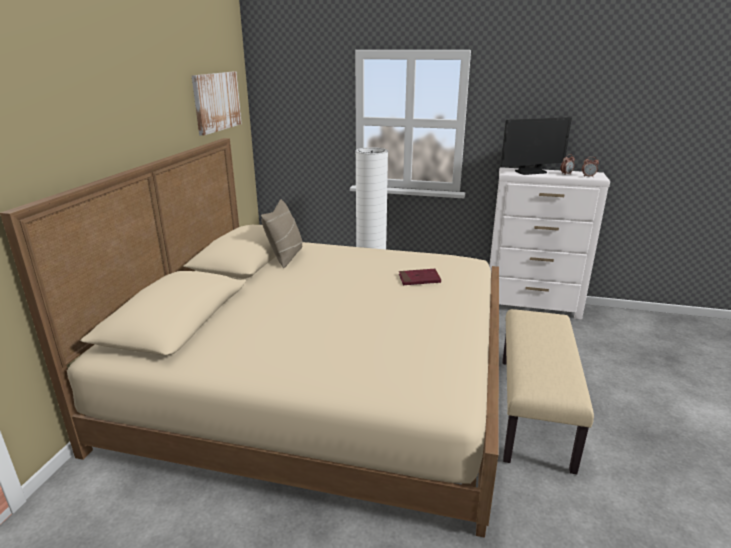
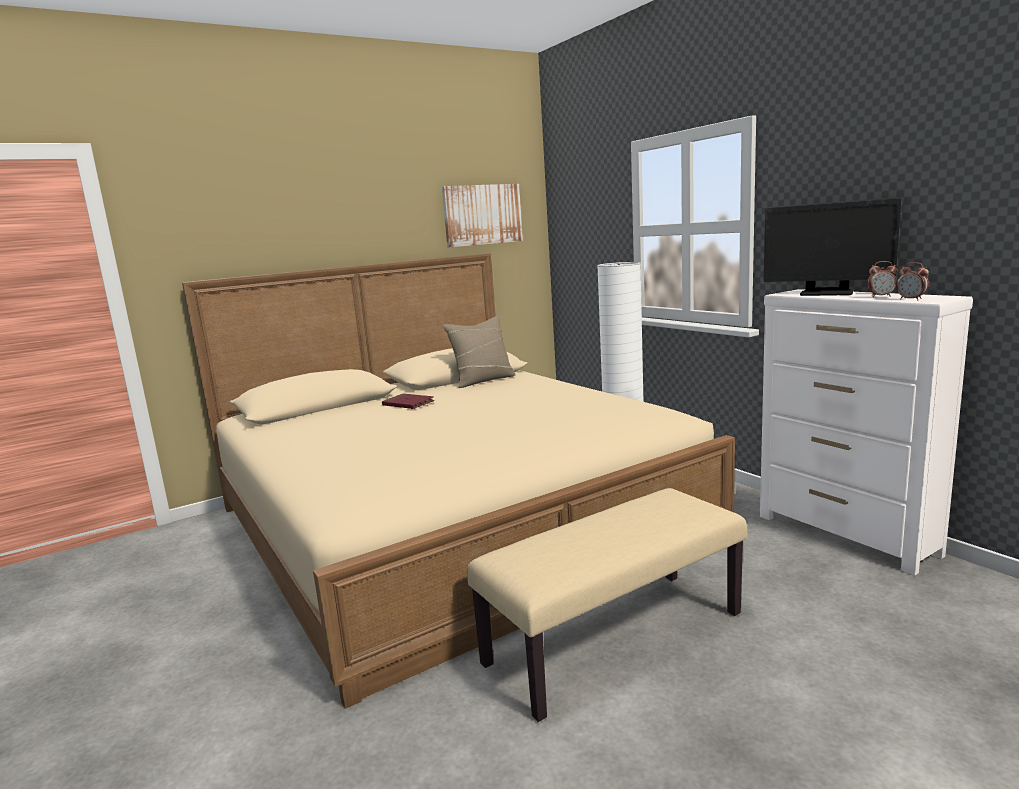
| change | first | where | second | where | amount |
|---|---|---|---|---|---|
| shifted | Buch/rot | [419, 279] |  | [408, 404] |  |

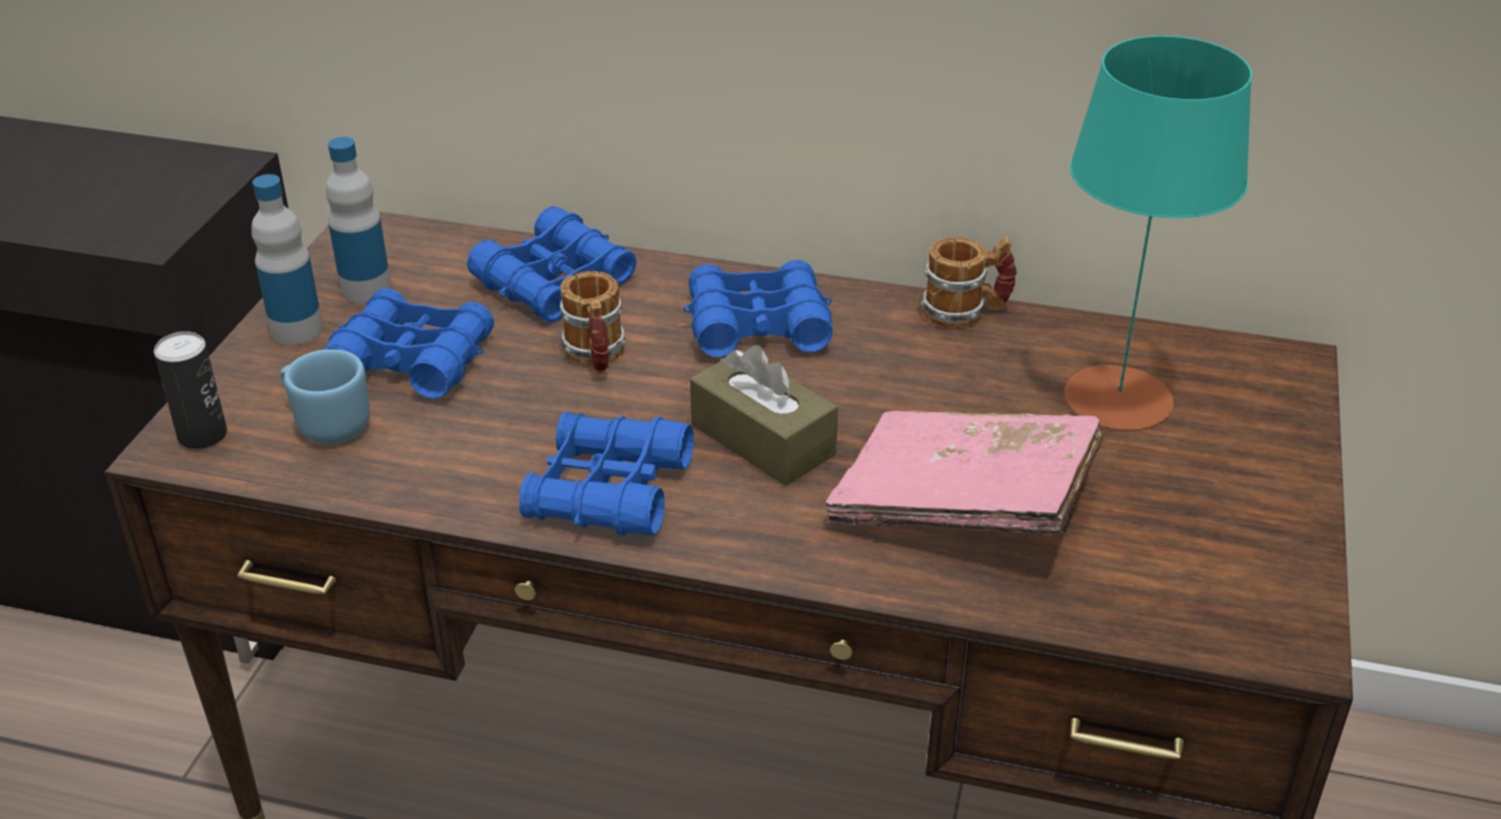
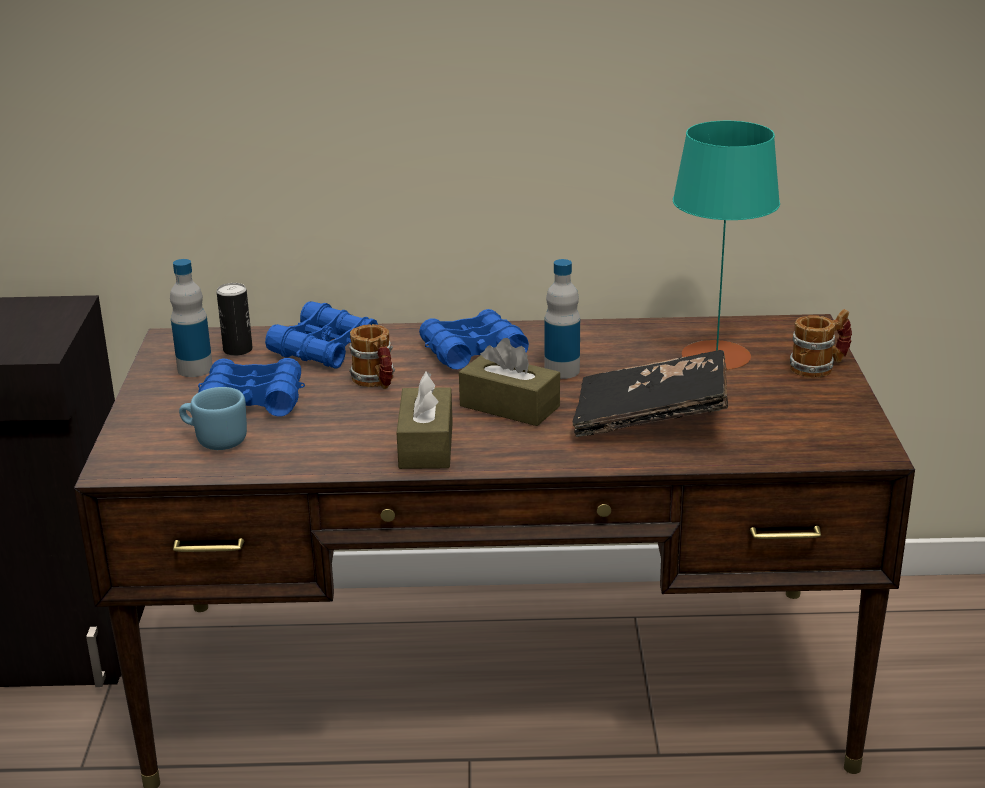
| change | first | where | second | where | amount |
|---|---|---|---|---|---|
| shifted | Dose | [202, 435] |  | [238, 350] |  |
| shifted | Flasche | [297, 330] |  | [562, 370] |  |
| shifted | Henkelbecher | [966, 312] |  | [819, 367] |  |
| swapped | Fernglas/blau | [608, 491] | Taschentuchbox/braun | [426, 445] |  |
| repainted | Buch/rosa | [964, 505] | Buch/schwarz | [651, 419] |  |

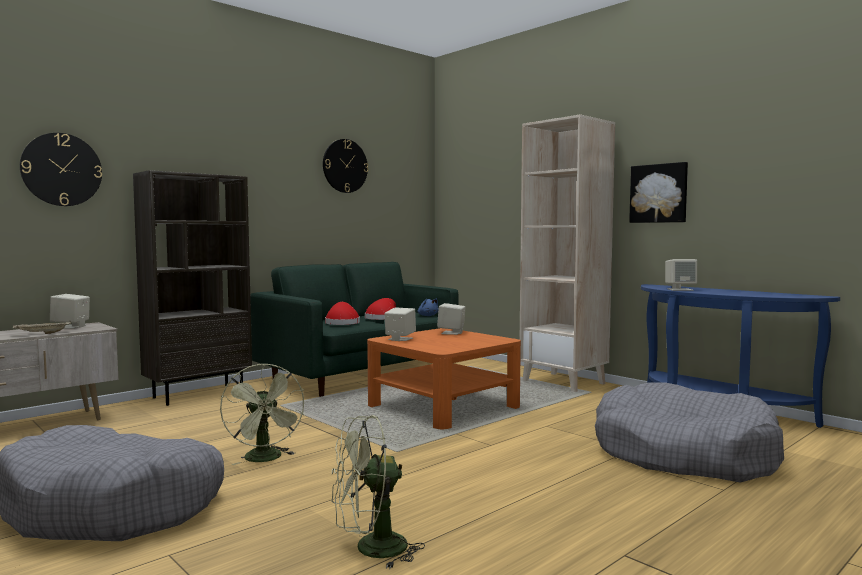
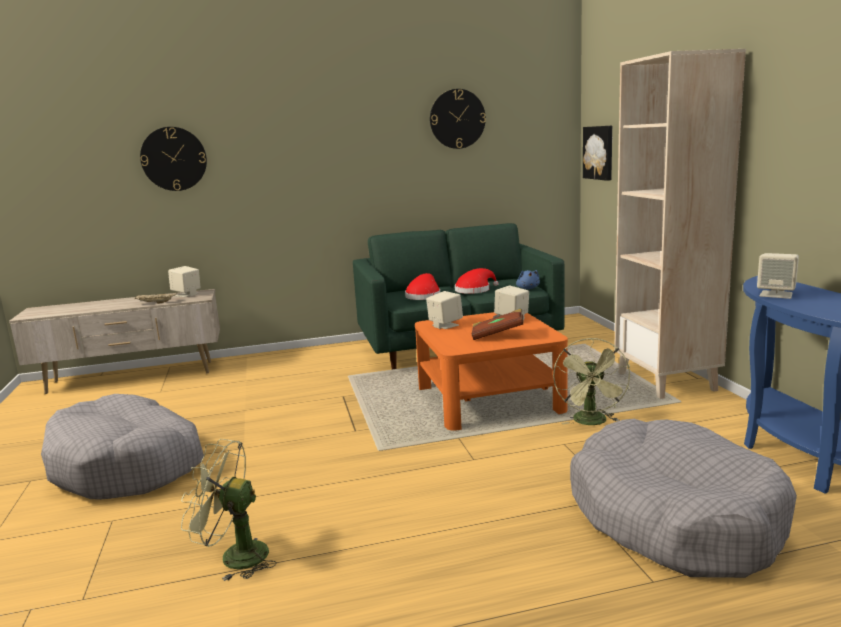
| change | first | where | second | where | amount |
|---|---|---|---|---|---|
| gone | Bücherregal/braun | [199, 394] |  |  |  |
| new |  |  | Buch/braun | [497, 335] |  |
| shifted | Ventilator/grün | [266, 459] |  | [592, 422] |  |
| shifted | Bild | [659, 193] |  | [599, 152] |  |

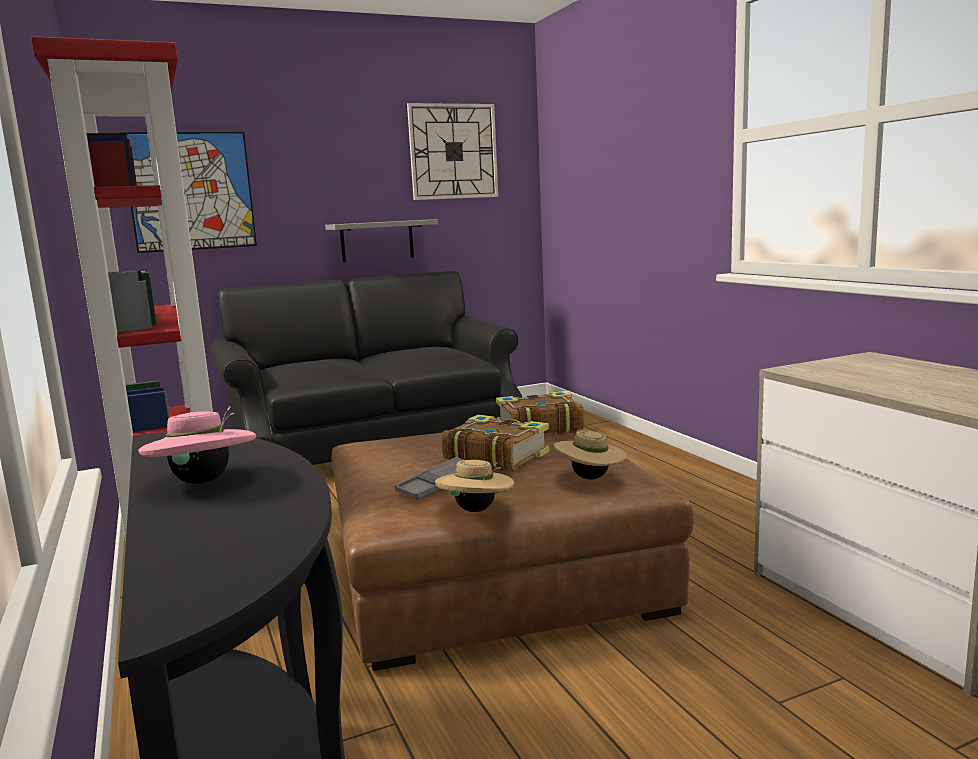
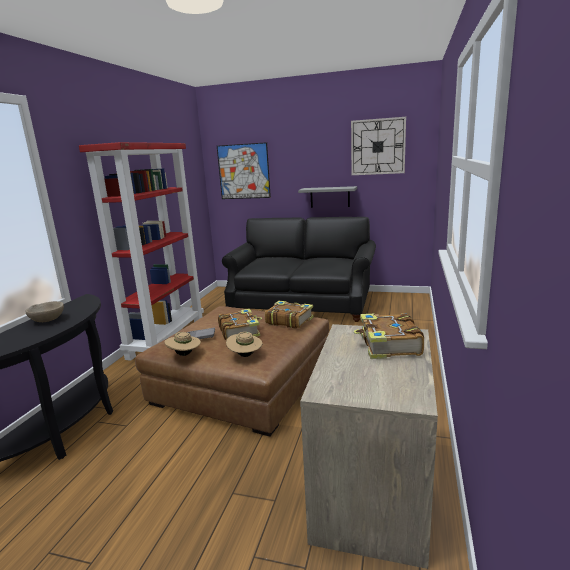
| change | first | where | second | where | amount |
|---|---|---|---|---|---|
| new |  |  | Buch | [388, 345] |  |
| swapped | Hut/rosa | [204, 481] | Schüssel/beige | [48, 320] |  |

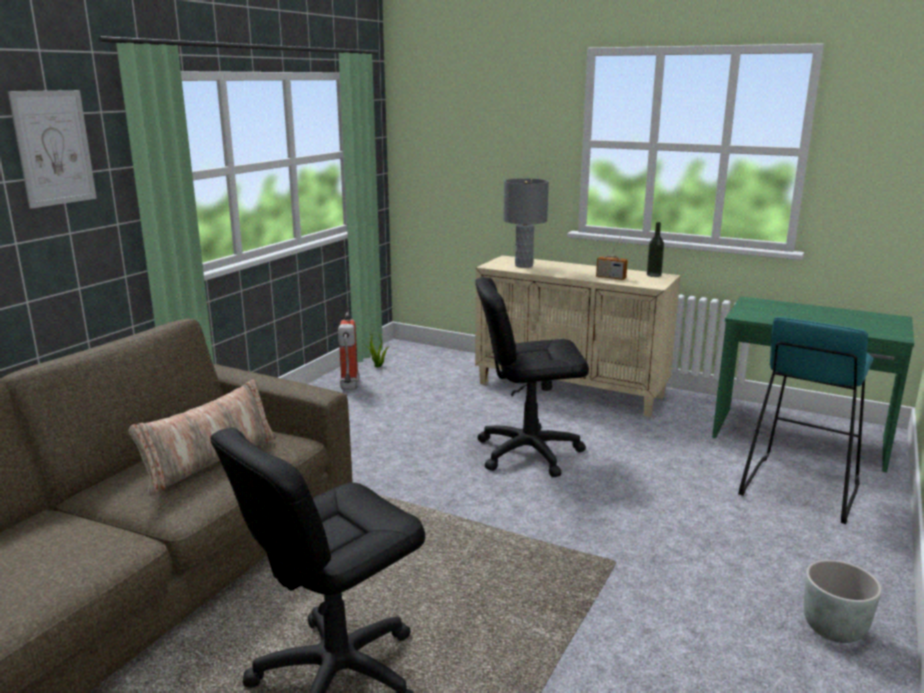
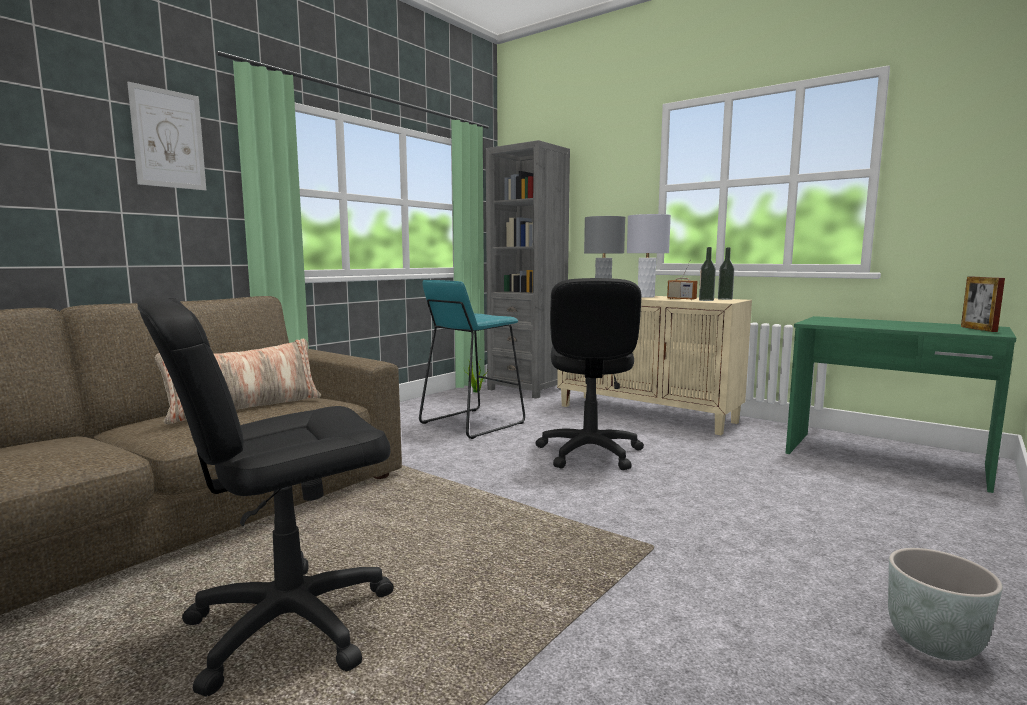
| change | first | where | second | where | amount |
|---|---|---|---|---|---|
| gone | Feuerlöscher | [349, 388] |  |  |  |
| new |  |  | Bücherregal/grau | [527, 389] |  |
| new |  |  | Tischlampe/grau | [645, 297] |  |
| new |  |  | Flasche | [706, 300] |  |
| new |  |  | Bilderrahmen | [978, 329] |  |
| shifted | Hocker/türkis | [798, 489] |  | [471, 423] |  |
| rotated | Bürostuhl/schwarz | [528, 452] |  | [589, 453] | 90 degrees counterclockwise |

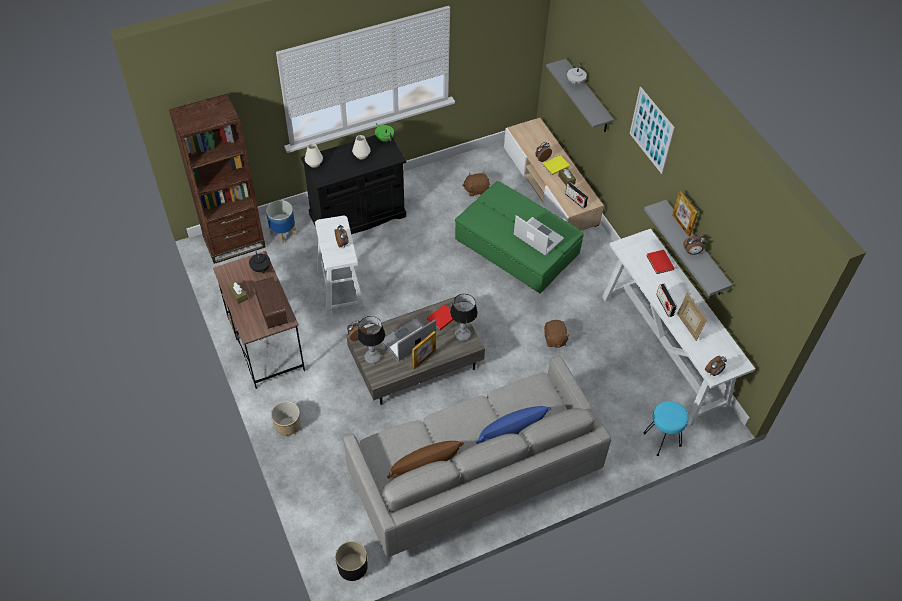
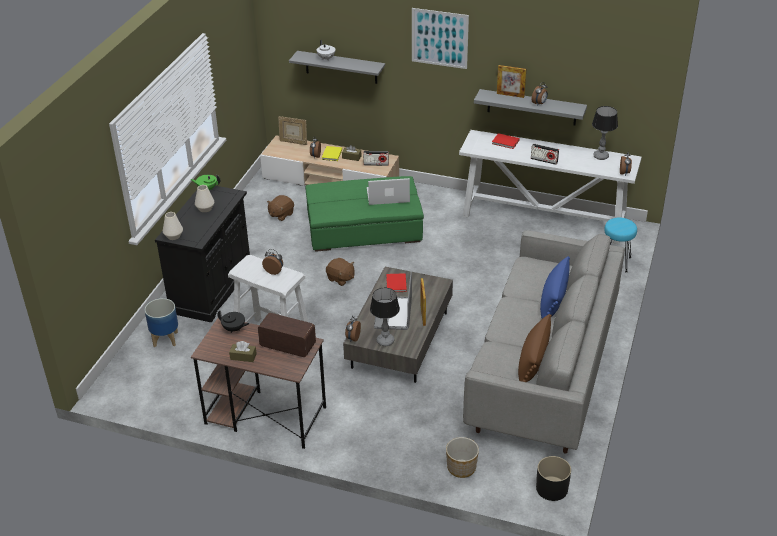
| change | first | where | second | where | amount |
|---|---|---|---|---|---|
| gone | Bücherregal/braun | [234, 242] |  |  |  |
| shifted | Pflanzkübel | [288, 425] |  | [462, 468] |  |
| shifted | Tischlampe | [463, 335] |  | [601, 156] |  |
| shifted | Plüschtier/braun | [554, 339] |  | [340, 279] |  |
| shifted | Bilderrahmen | [688, 326] |  | [293, 142] |  |

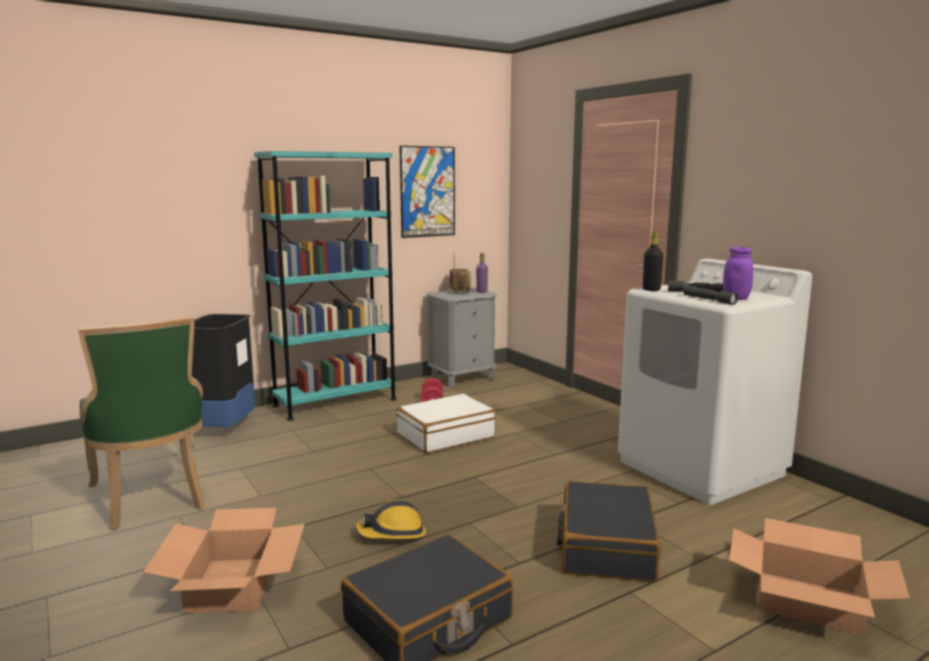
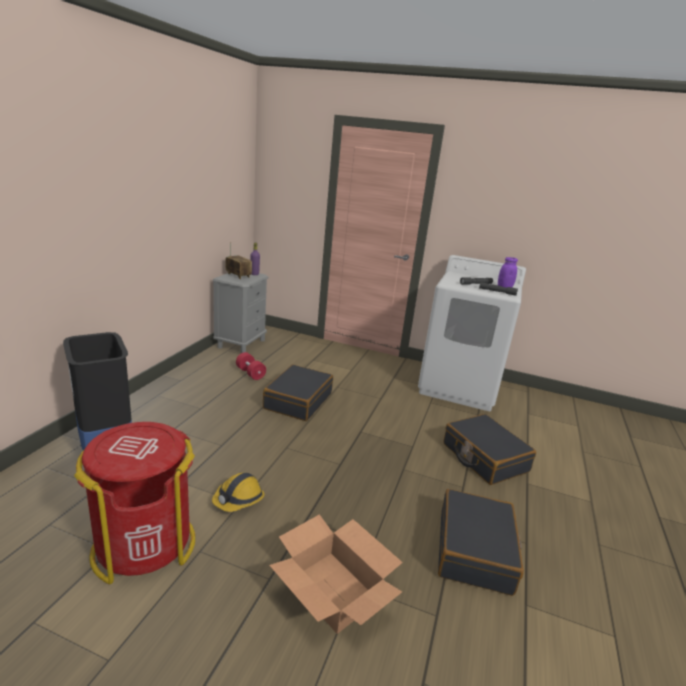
| change | first | where | second | where | amount |
|---|---|---|---|---|---|
| gone | Bücherregal/türkis | [335, 402] |  |  |  |
| gone | Bild | [427, 192] |  |  |  |
| gone | Flasche/schwarz | [651, 290] |  |  |  |
| gone | Karton | [808, 602] |  |  |  |
| shifted | Schutzhelm | [392, 533] |  | [238, 499] |  |
| swapped | Stuhl/grün | [152, 498] | Mülleimer/rot | [144, 545] |  |
| repainted | Koffer/weiß | [445, 435] | Koffer/schwarz | [297, 401] |  |

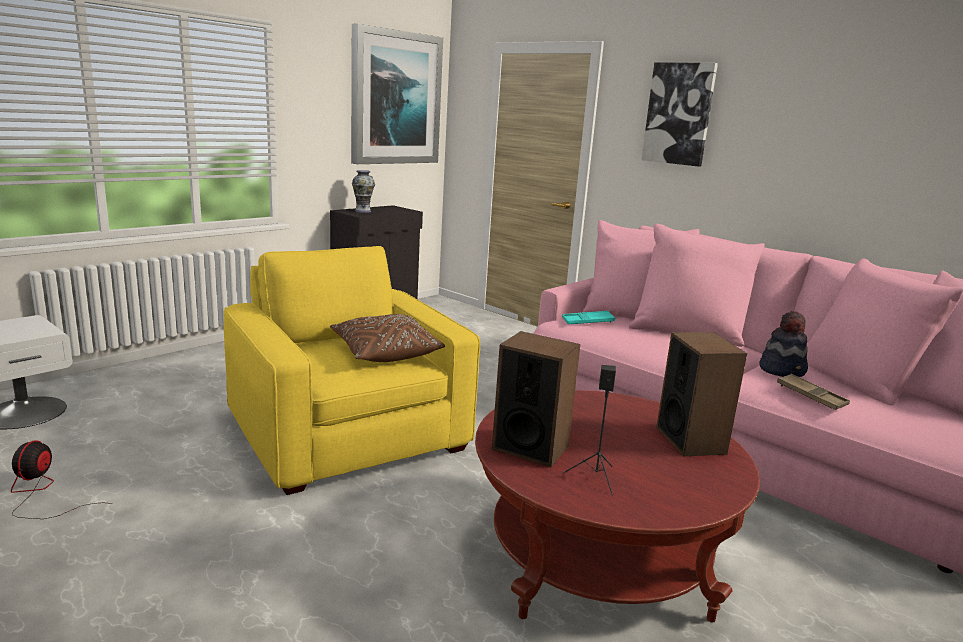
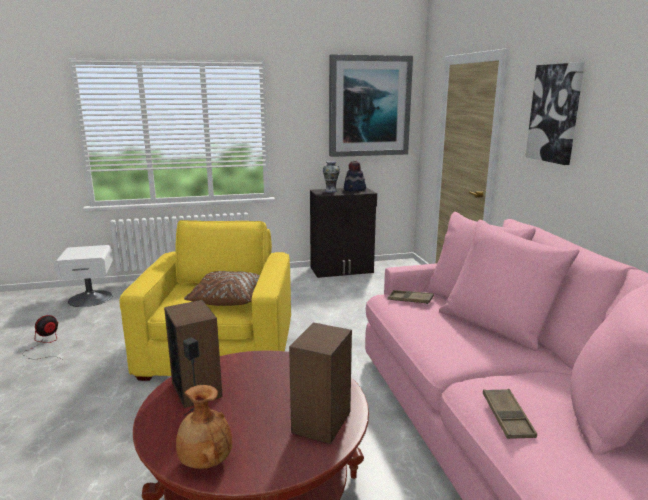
| change | first | where | second | where | amount |
|---|---|---|---|---|---|
| new |  |  | Vase/braun | [204, 461] |  |
| shifted | Hut | [782, 370] |  | [354, 190] |  |
| repainted | Tablett/türkis | [588, 321] | Tablett/braun | [410, 300] |  |

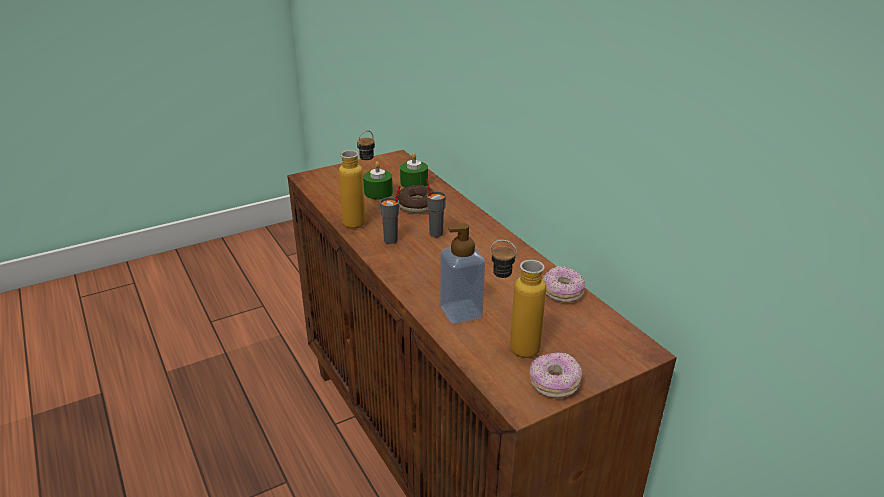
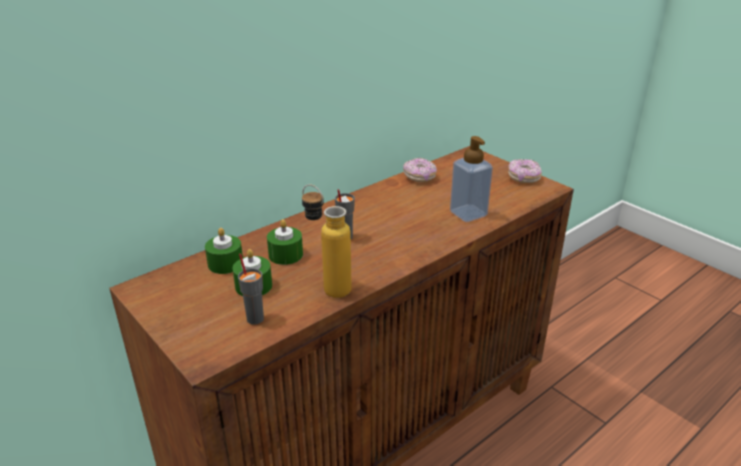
| change | first | where | second | where | amount |
|---|---|---|---|---|---|
| gone | Flasche | [512, 346] |  |  |  |
| shifted | Tasse/grau | [391, 240] |  | [255, 318] |  |
| swapped | Donut | [417, 206] | Kerze/grün | [285, 255] |  |

